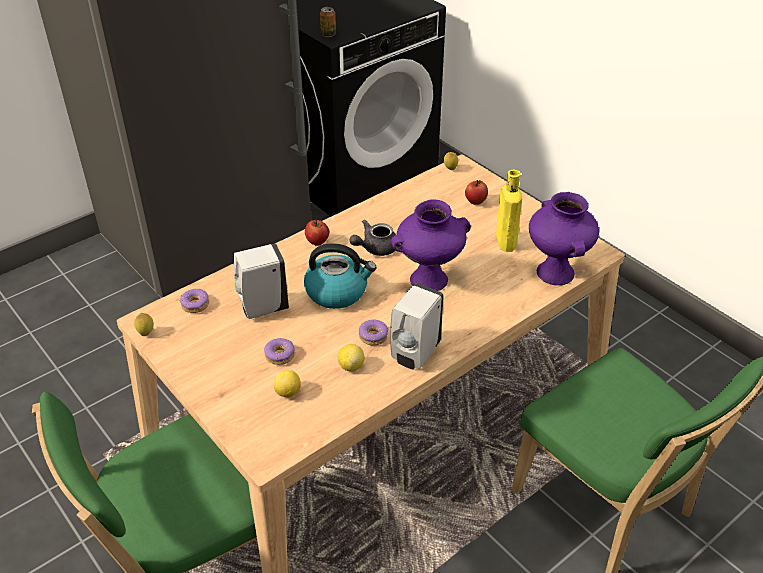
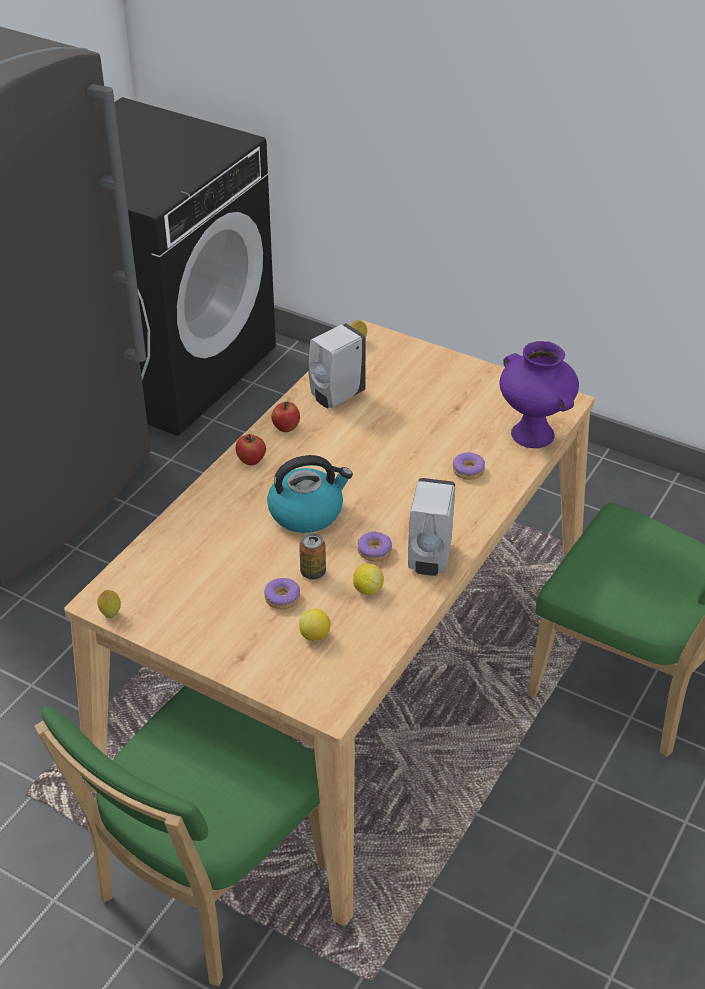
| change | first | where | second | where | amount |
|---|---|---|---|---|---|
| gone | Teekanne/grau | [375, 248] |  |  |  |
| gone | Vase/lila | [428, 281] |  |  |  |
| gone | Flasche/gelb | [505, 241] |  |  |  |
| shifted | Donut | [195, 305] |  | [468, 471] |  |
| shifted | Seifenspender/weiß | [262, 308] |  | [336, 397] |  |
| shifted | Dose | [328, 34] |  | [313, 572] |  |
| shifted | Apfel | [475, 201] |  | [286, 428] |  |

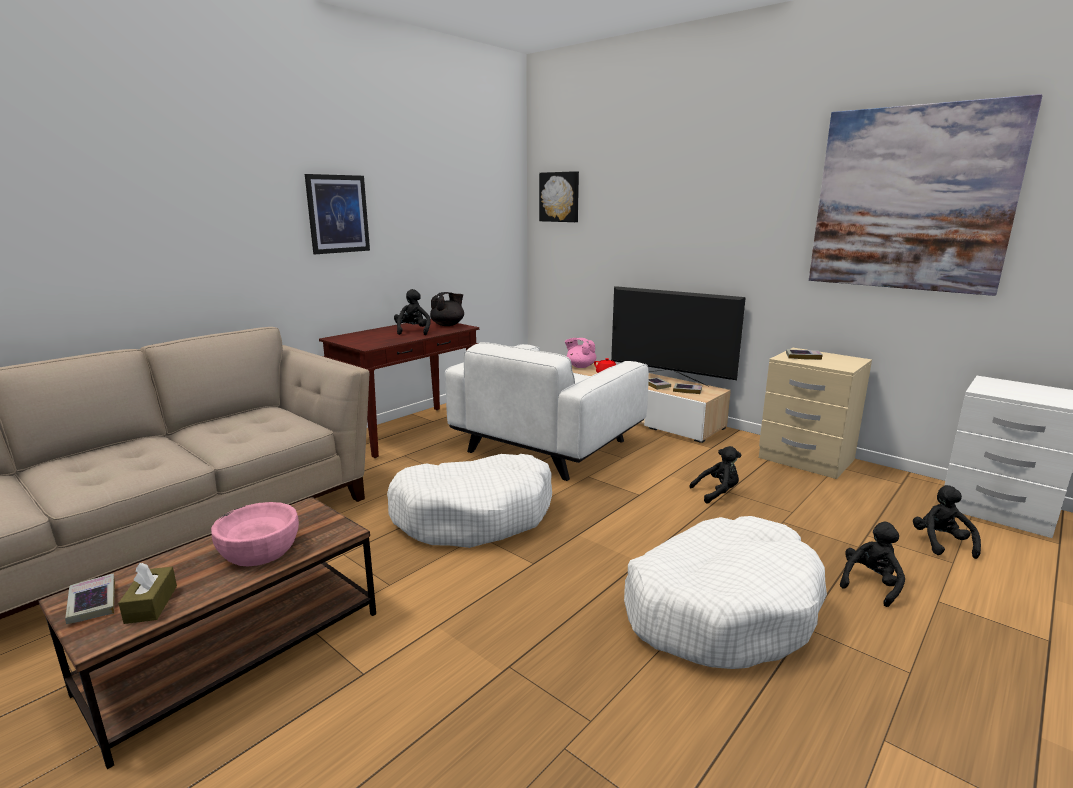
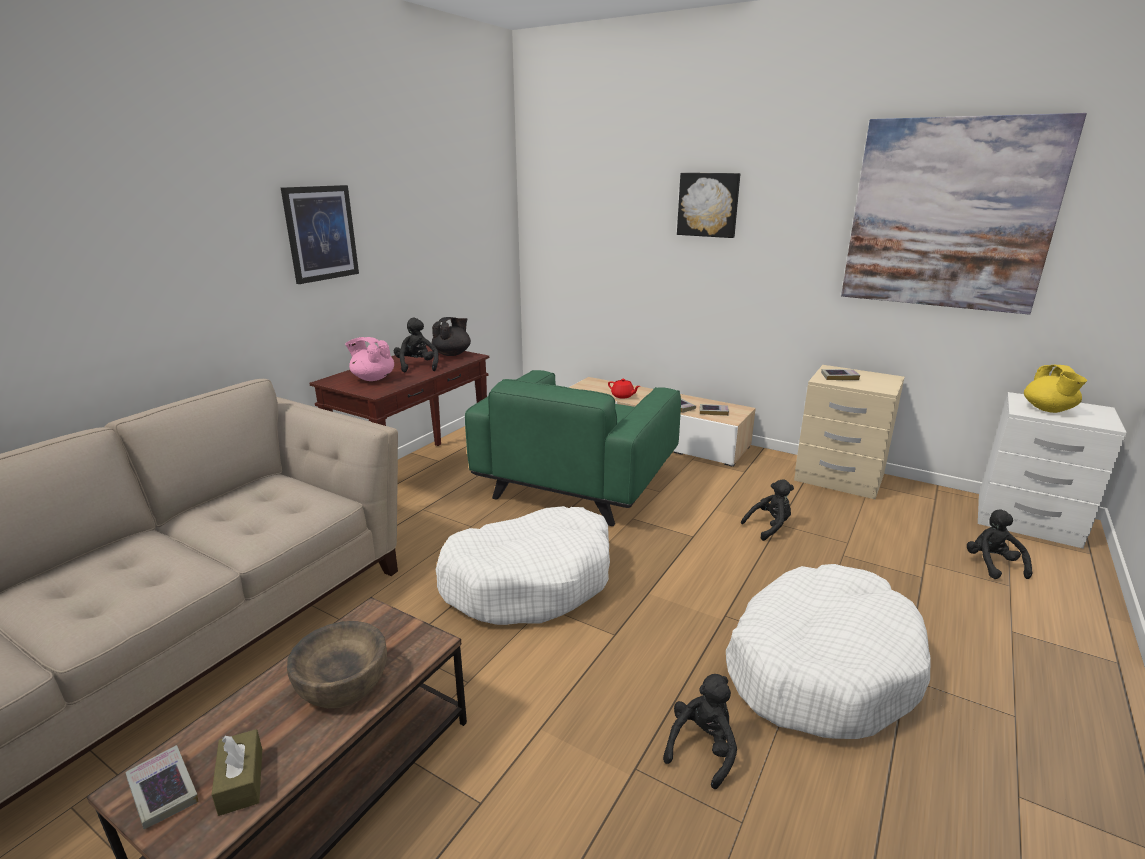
| change | first | where | second | where | amount |
|---|---|---|---|---|---|
| gone | Fernseher | [670, 379] |  |  |  |
| new |  |  | Teekanne/gelb | [1048, 410] |  |
| shifted | Bild | [560, 197] |  | [708, 204] |  |
| shifted | Teekanne/rosa | [580, 366] |  | [373, 378] |  |
| shifted | Plüschtier/schwarz | [870, 584] |  | [702, 748] |  |
| repainted | Schüssel/rosa | [259, 550] | Schüssel/braun | [342, 682] |  |
| repainted | Sessel/weiß | [547, 446] | Sessel/grün | [576, 484] |  |

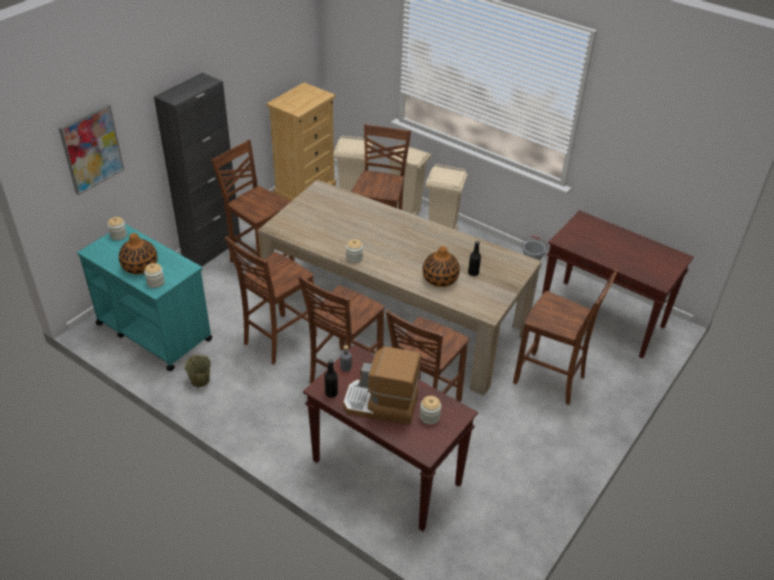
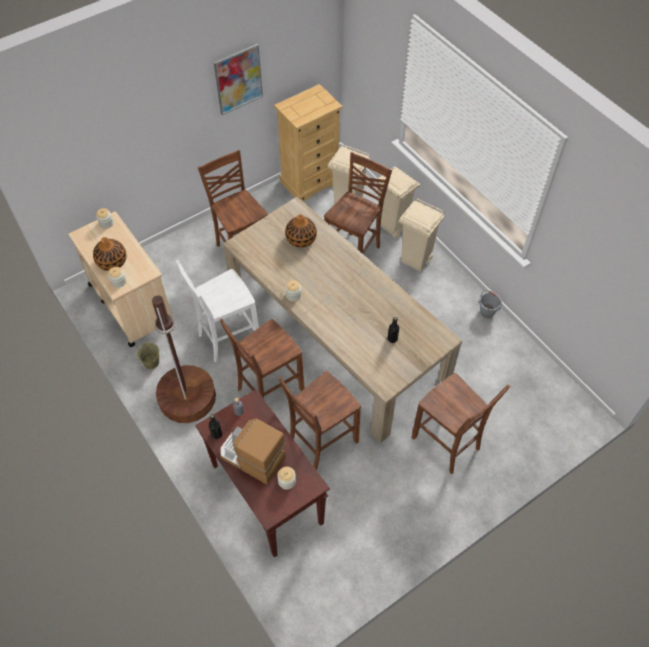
| change | first | where | second | where | amount |
|---|---|---|---|---|---|
| gone | Schrank/schwarz | [211, 249] |  |  |  |
| gone | Konsolentisch/braun | [603, 318] |  |  |  |
| new |  |  | Stehlampe/braun | [187, 397] |  |
| shifted | Bild | [91, 149] |  | [238, 79] |  |
| shifted | Vase | [440, 279] |  | [301, 239] |  |
| repainted | Rollwagen/türkis | [153, 331] | Rollwagen/beige | [131, 303] |  |
| repainted | Stuhl/braun | [277, 340] | Stuhl/weiß | [227, 338] |  |

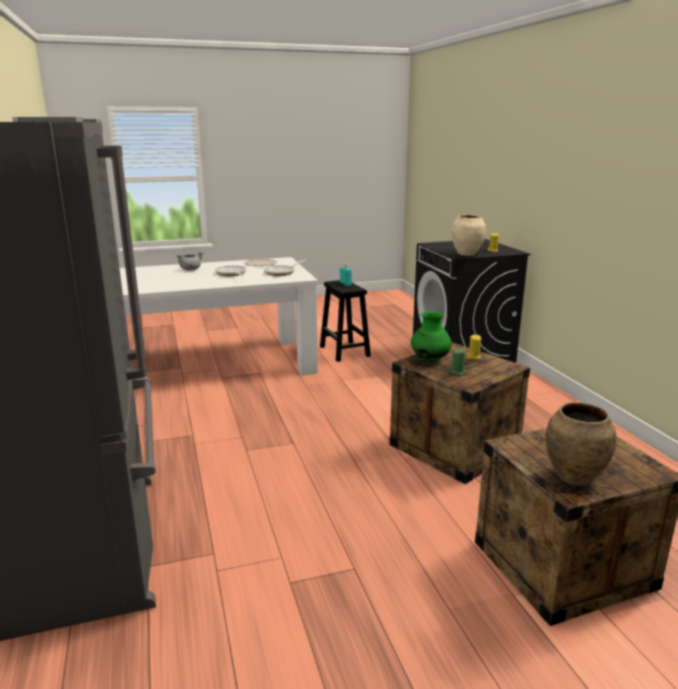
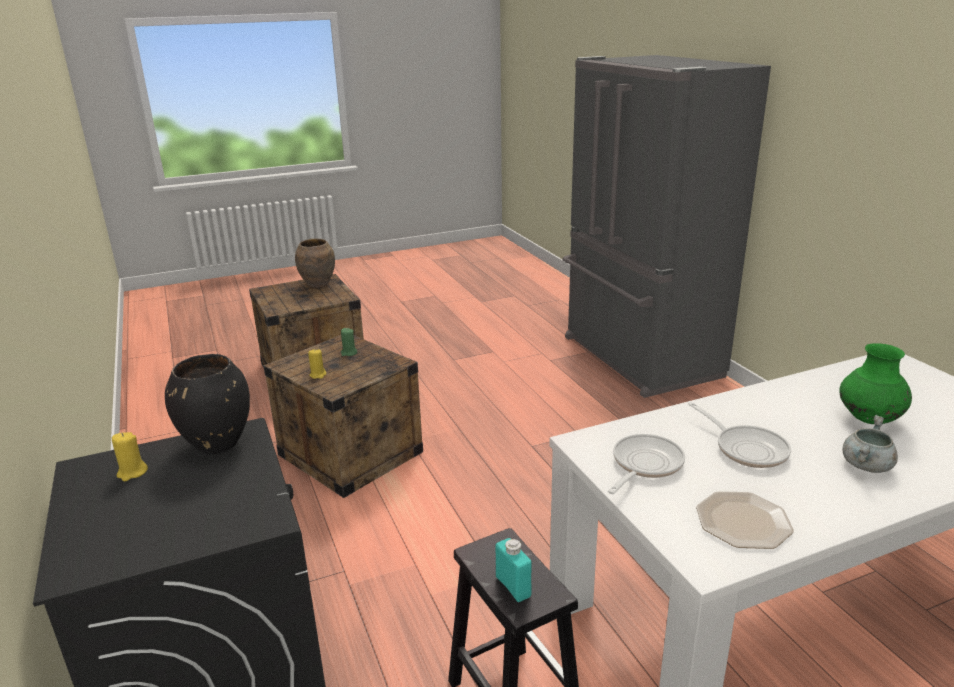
| change | first | where | second | where | amount |
|---|---|---|---|---|---|
| shifted | Vase/grün | [429, 360] |  | [869, 420] |  |
| repainted | Vase/beige | [466, 254] | Vase/schwarz | [217, 444] |  |

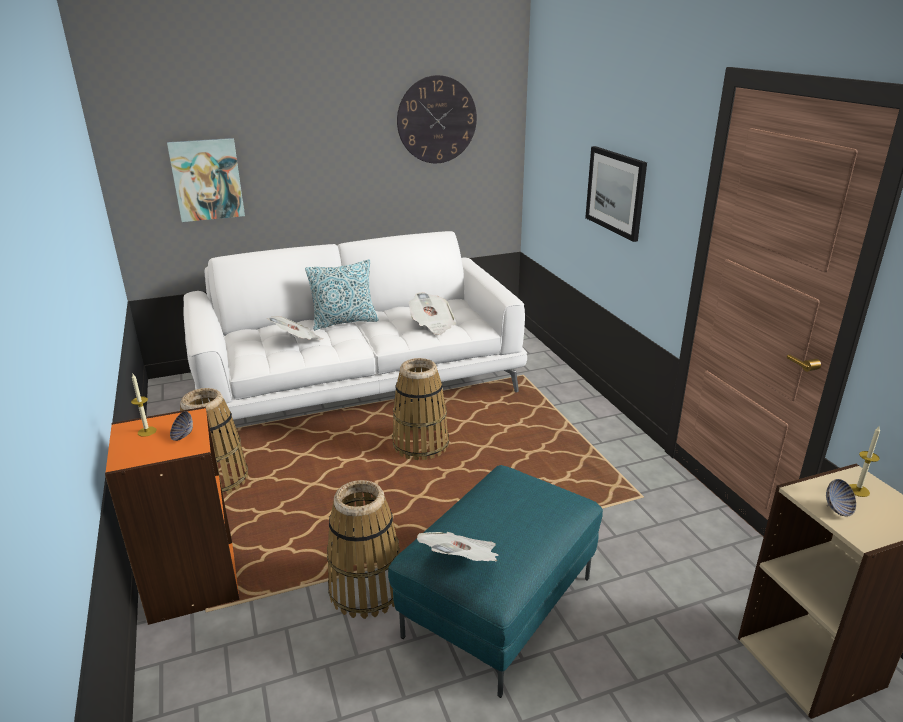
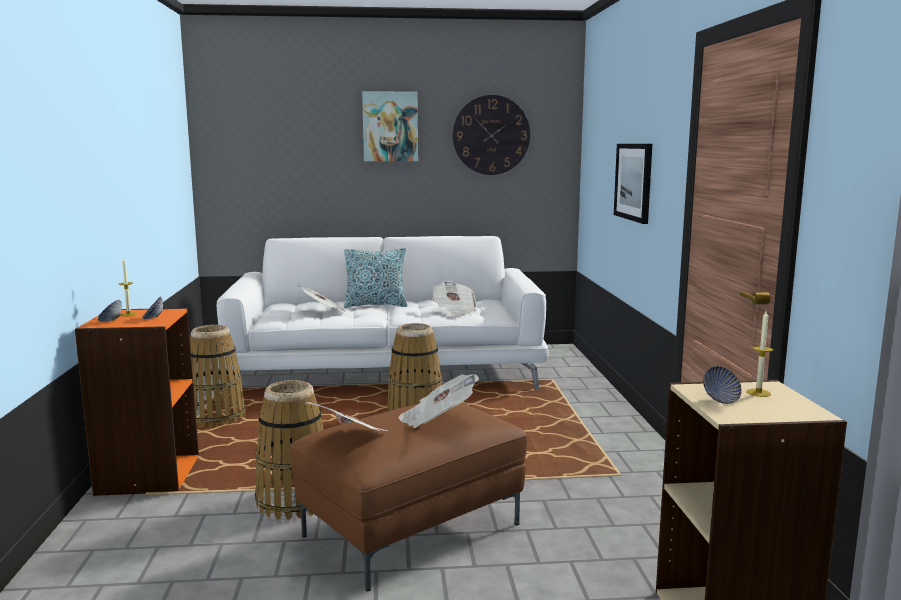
| change | first | where | second | where | amount |
|---|---|---|---|---|---|
| new |  |  | Schüssel | [111, 321] |  |
| new |  |  | Zeitung | [437, 420] |  |
| shifted | Bild | [207, 179] |  | [390, 126] |  |
| repainted | Polsterhocker/türkis | [498, 605] | Polsterhocker/braun | [411, 529] |  |

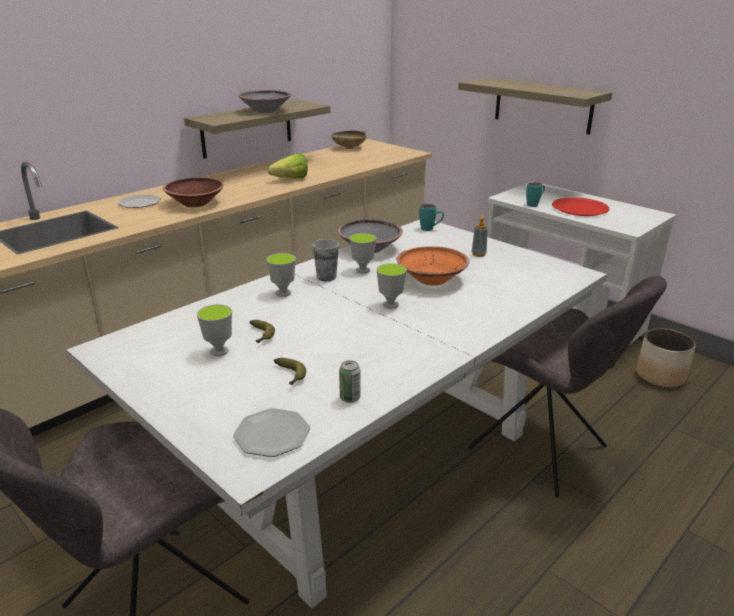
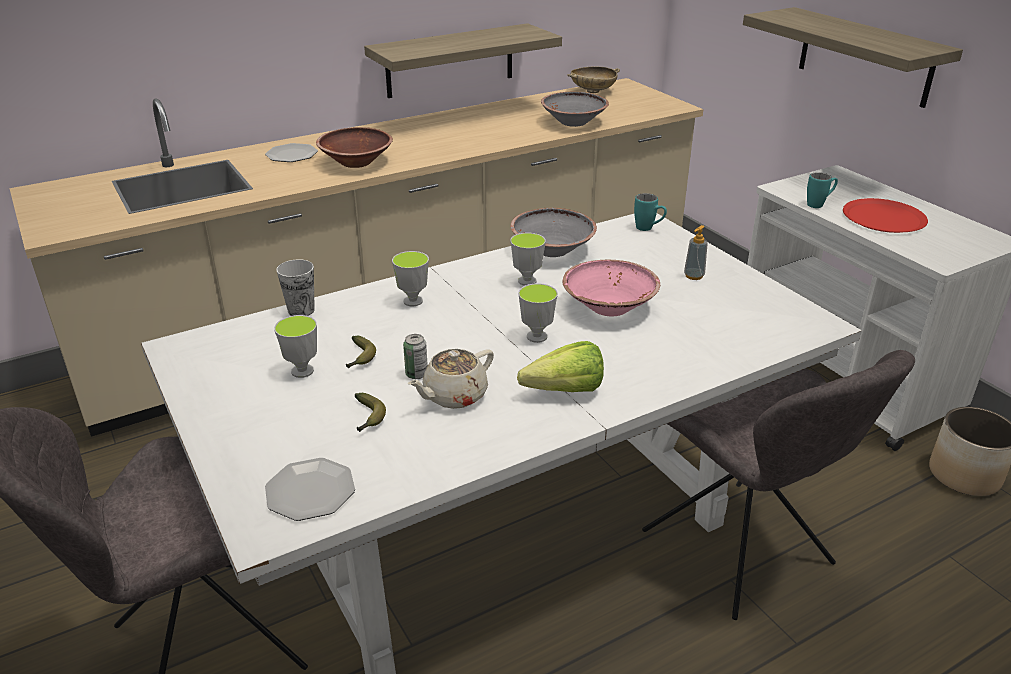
| change | first | where | second | where | amount |
|---|---|---|---|---|---|
| new |  |  | Teekanne/beige | [454, 396] |  |
| shifted | Schüssel/grau | [265, 111] |  | [573, 122] |  |
| shifted | Salatkopf | [287, 180] |  | [558, 391] |  |
| shifted | Tasse | [326, 277] |  | [301, 310] |  |
| shifted | Dose | [350, 398] |  | [416, 374] |  |
| repainted | Schüssel/orange | [431, 280] | Schüssel/rosa | [609, 307] |  |

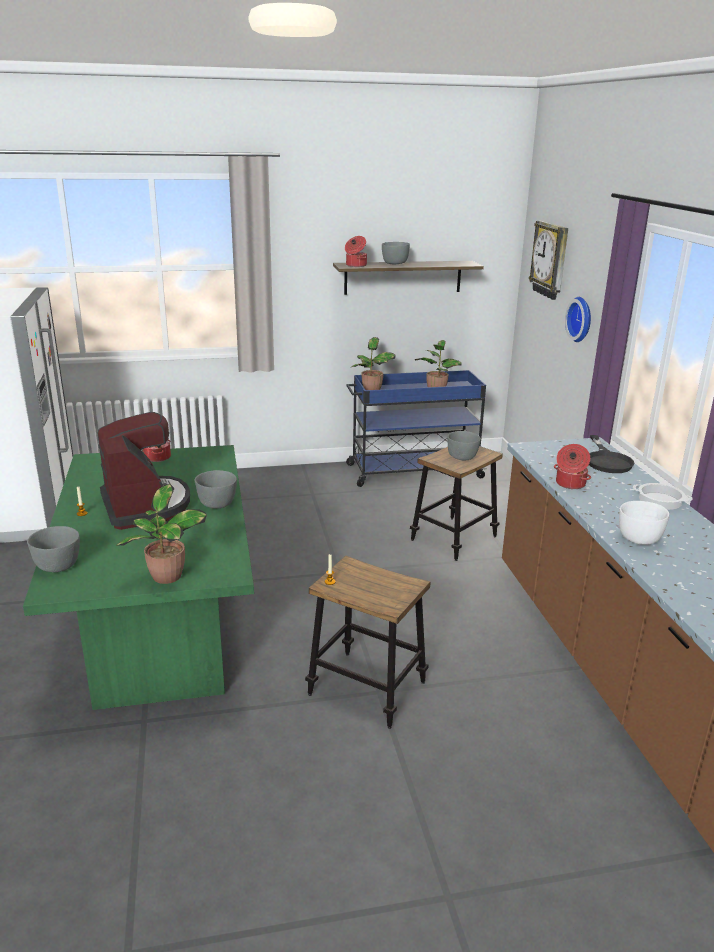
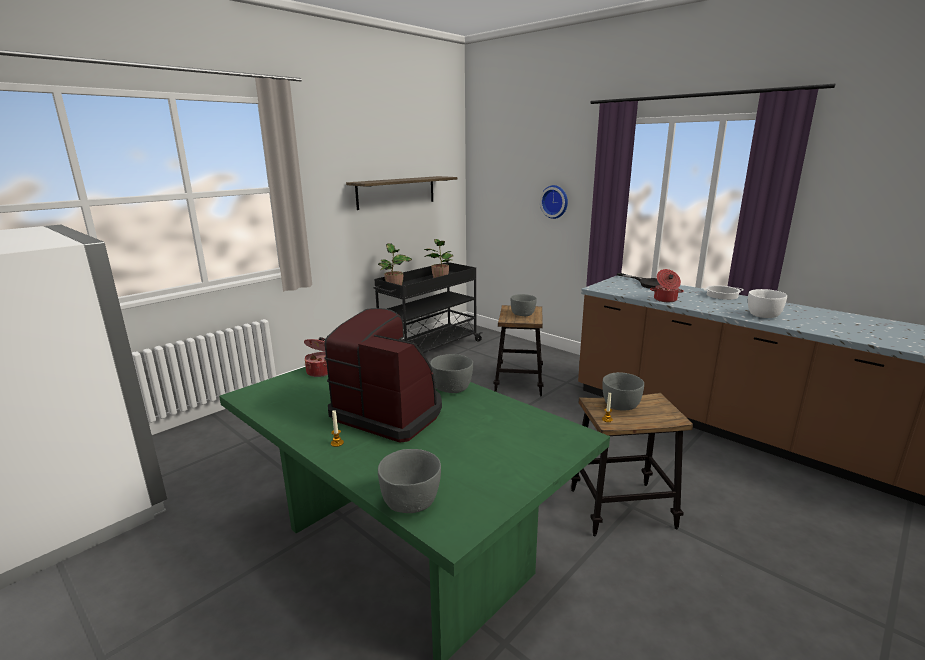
| change | first | where | second | where | amount |
|---|---|---|---|---|---|
| gone | Topfpflanze | [166, 577] |  |  |  |
| gone | Kochtopf | [355, 265] |  |  |  |
| gone | Wanduhr | [550, 260] |  |  |  |
| shifted | Schüssel/grau | [394, 263] |  | [620, 406] |  |
| repainted | Rollwagen/blau | [412, 471] | Rollwagen/schwarz | [428, 349] |  |

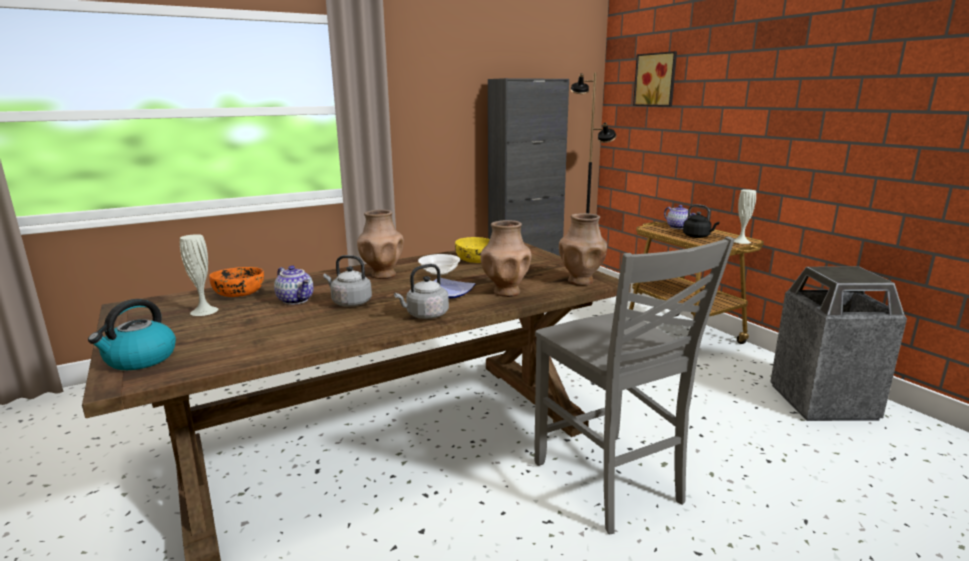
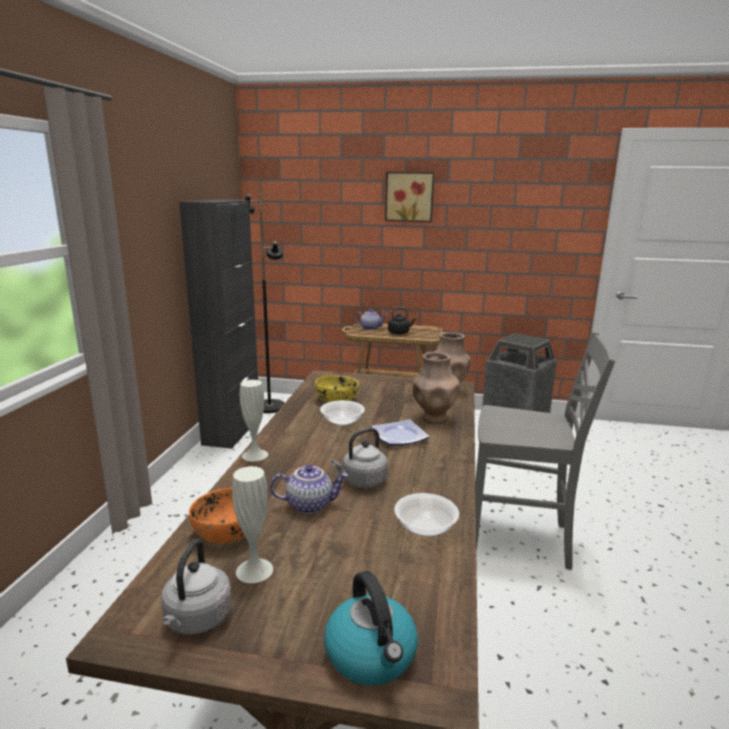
| change | first | where | second | where | amount |
|---|---|---|---|---|---|
| gone | Vase/braun | [383, 275] |  |  |  |
| new |  |  | Schüssel | [425, 527] |  |
| shifted | Wasserkessel/grau | [425, 315] |  | [197, 620] |  |
| shifted | Bild | [656, 79] |  | [409, 197] |  |
| shifted | Vase/weiß | [741, 241] |  | [255, 455] |  |

